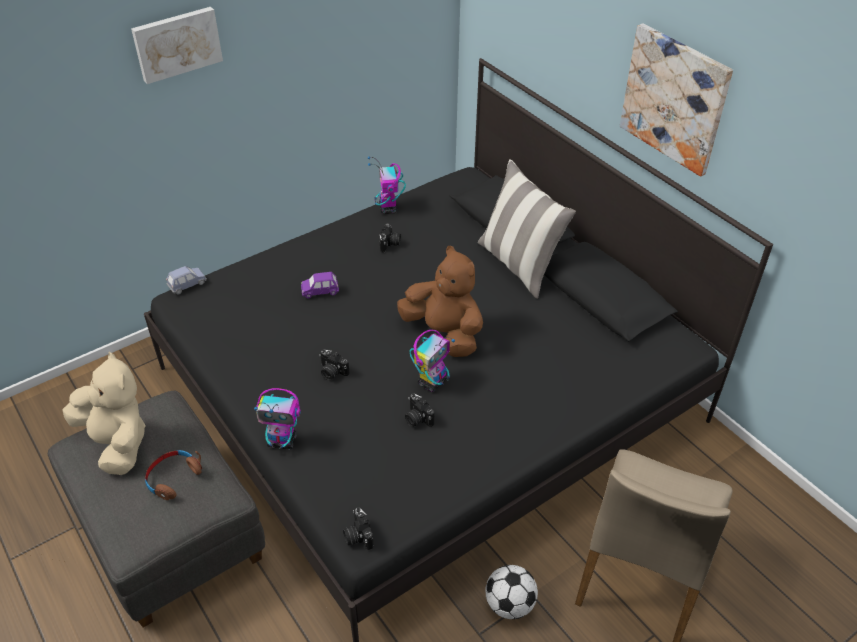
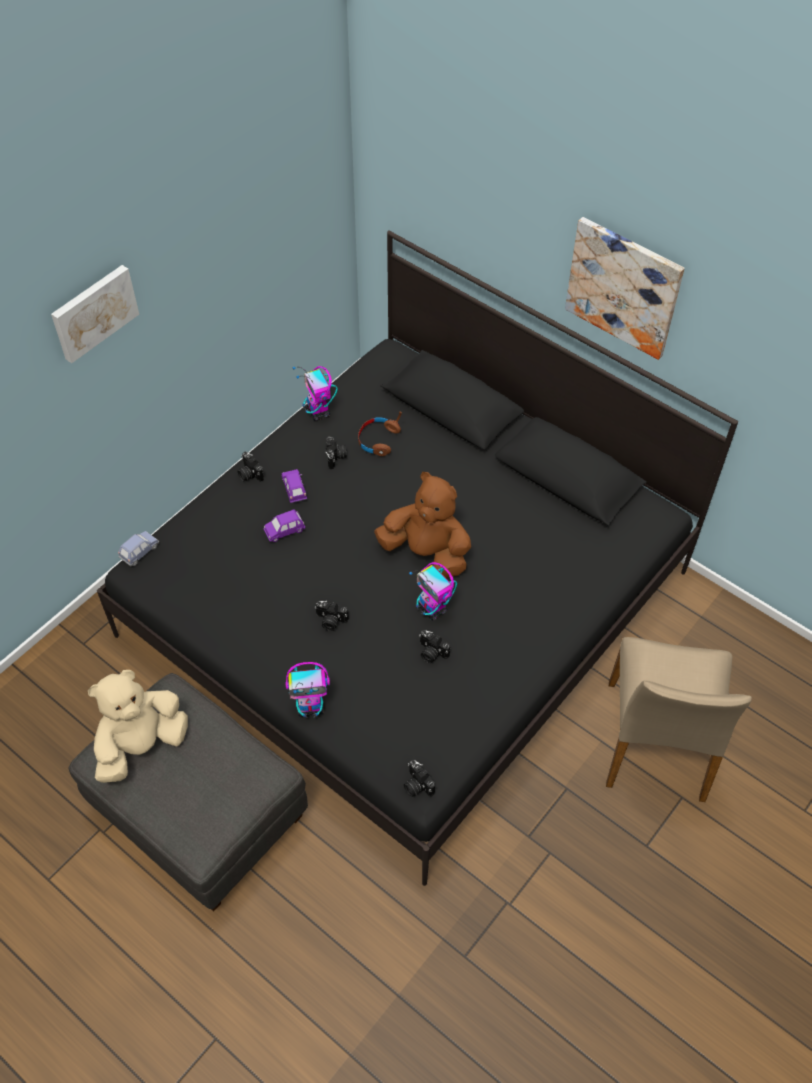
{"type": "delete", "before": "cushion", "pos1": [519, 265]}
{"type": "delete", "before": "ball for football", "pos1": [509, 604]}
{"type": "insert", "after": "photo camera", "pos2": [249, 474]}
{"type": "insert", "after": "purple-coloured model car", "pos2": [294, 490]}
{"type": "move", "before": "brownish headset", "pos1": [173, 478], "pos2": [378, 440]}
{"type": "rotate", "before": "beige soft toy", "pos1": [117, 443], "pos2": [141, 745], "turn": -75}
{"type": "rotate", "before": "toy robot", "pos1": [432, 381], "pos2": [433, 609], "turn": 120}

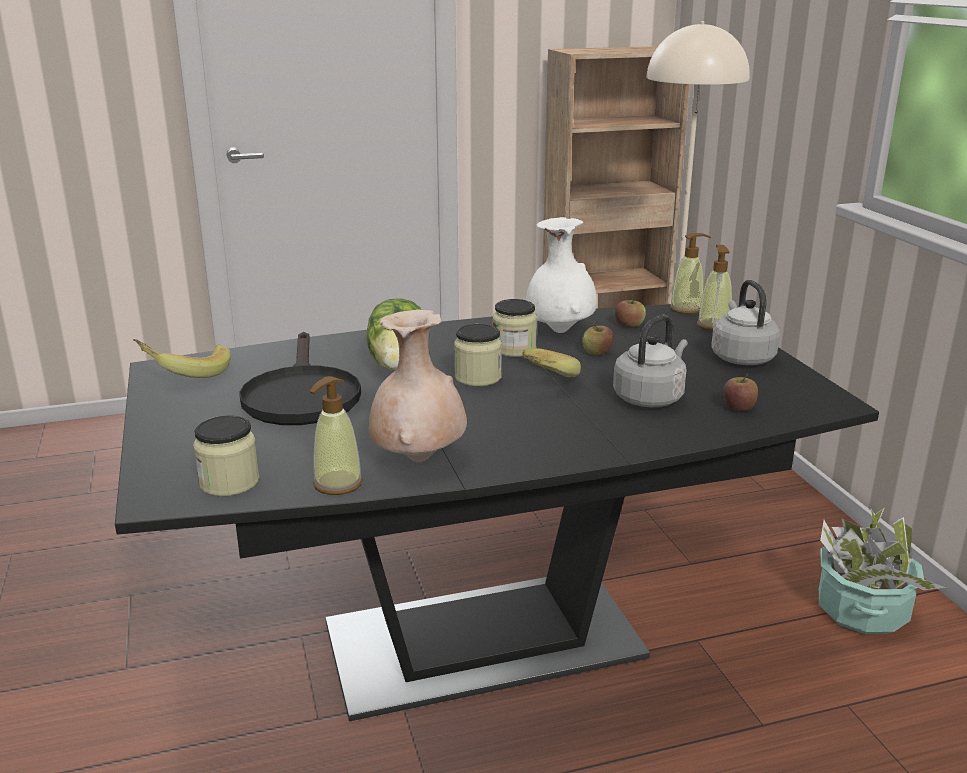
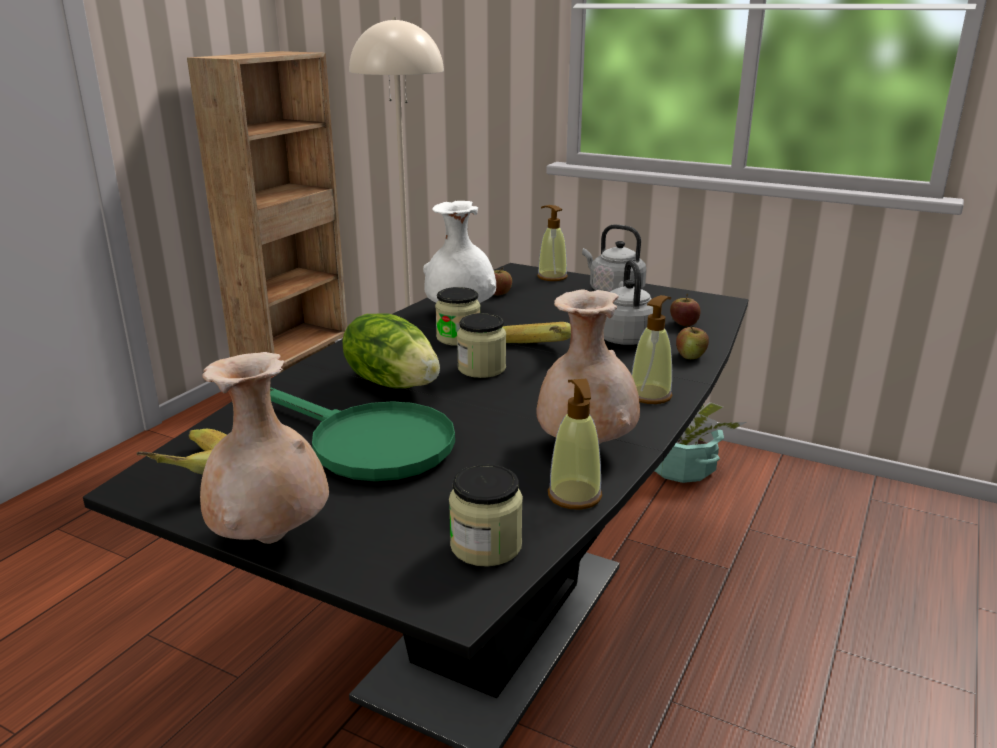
{"type": "insert", "after": "beige decorative vase", "pos2": [271, 538]}
{"type": "move", "before": "apple fruit", "pos1": [597, 353], "pos2": [690, 356]}
{"type": "move", "before": "soap dispenser", "pos1": [686, 309], "pos2": [650, 395]}
{"type": "recolor", "before": "black-coloured skillet", "after": "green skillet", "pos1": [301, 395], "pos2": [367, 443]}

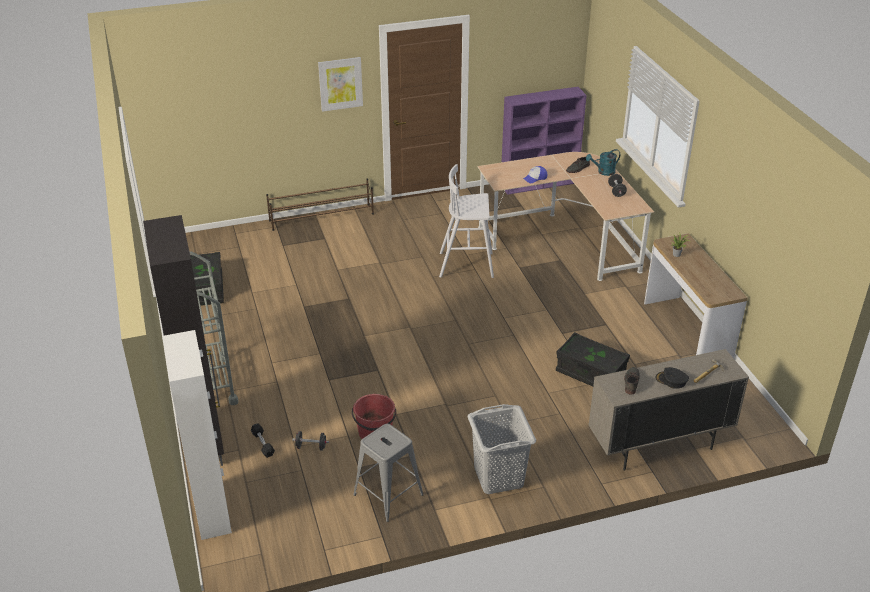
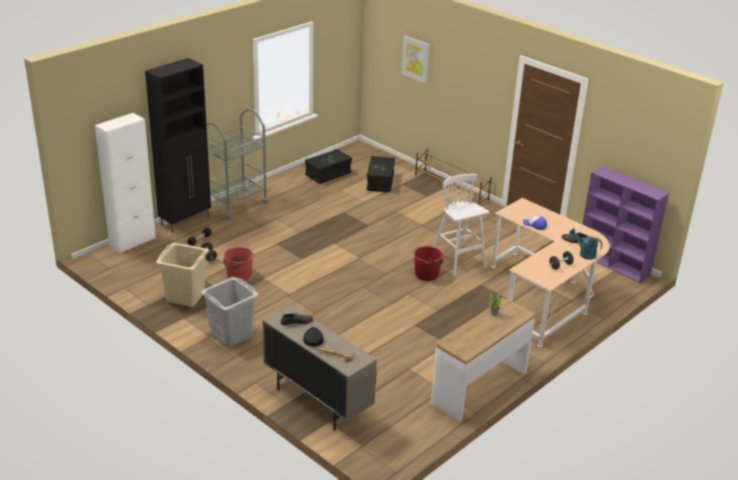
{"type": "insert", "after": "red water bucket", "pos2": [427, 274]}
{"type": "move", "before": "picture", "pos1": [340, 83], "pos2": [415, 59]}
{"type": "move", "before": "black-coloured storage bin", "pos1": [590, 373], "pos2": [380, 182]}
{"type": "replace", "before": "gray stool", "after": "beige laundry basket", "pos1": [388, 494], "pos2": [185, 297]}

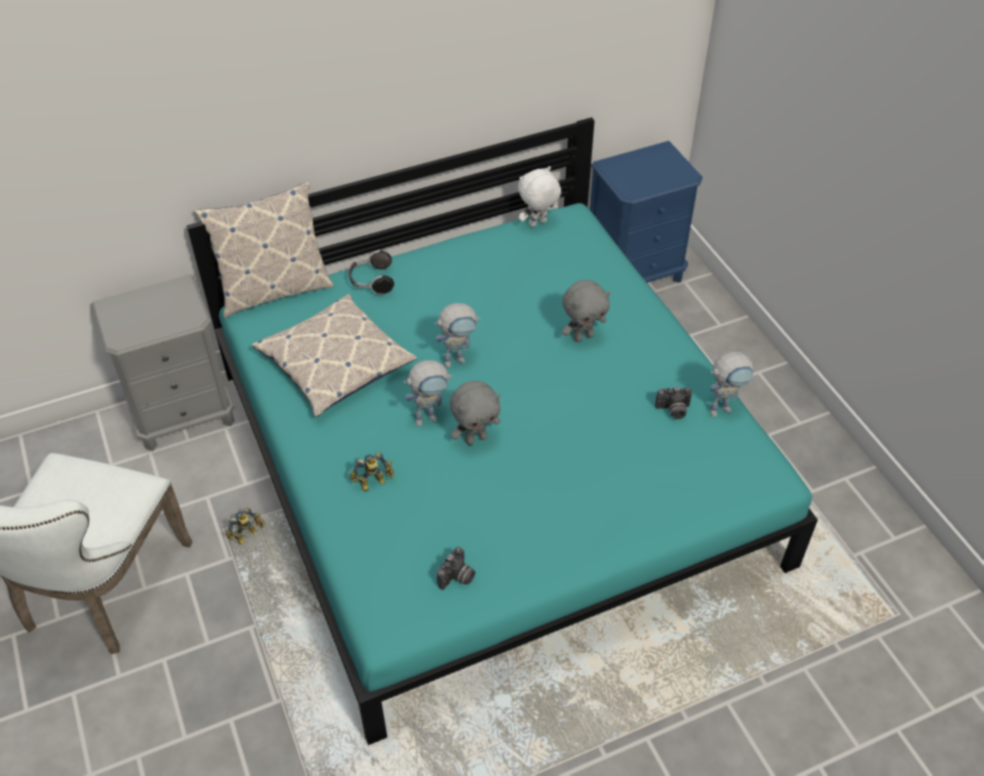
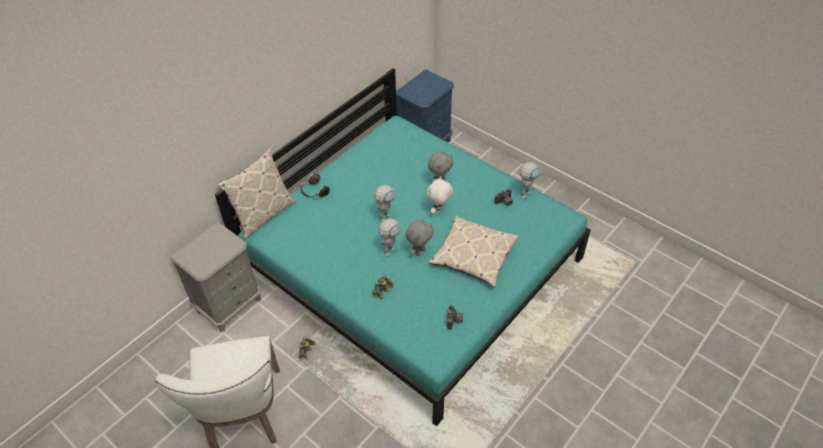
{"type": "move", "before": "cushion", "pos1": [335, 363], "pos2": [473, 255]}
{"type": "move", "before": "whitish soft toy", "pos1": [538, 224], "pos2": [439, 210]}

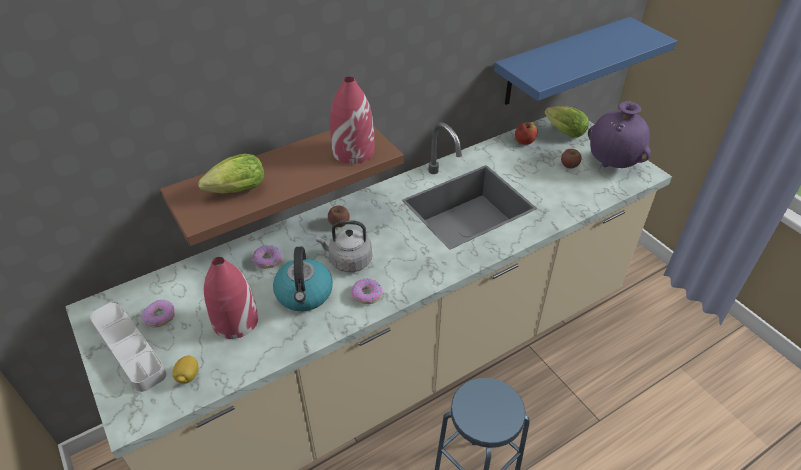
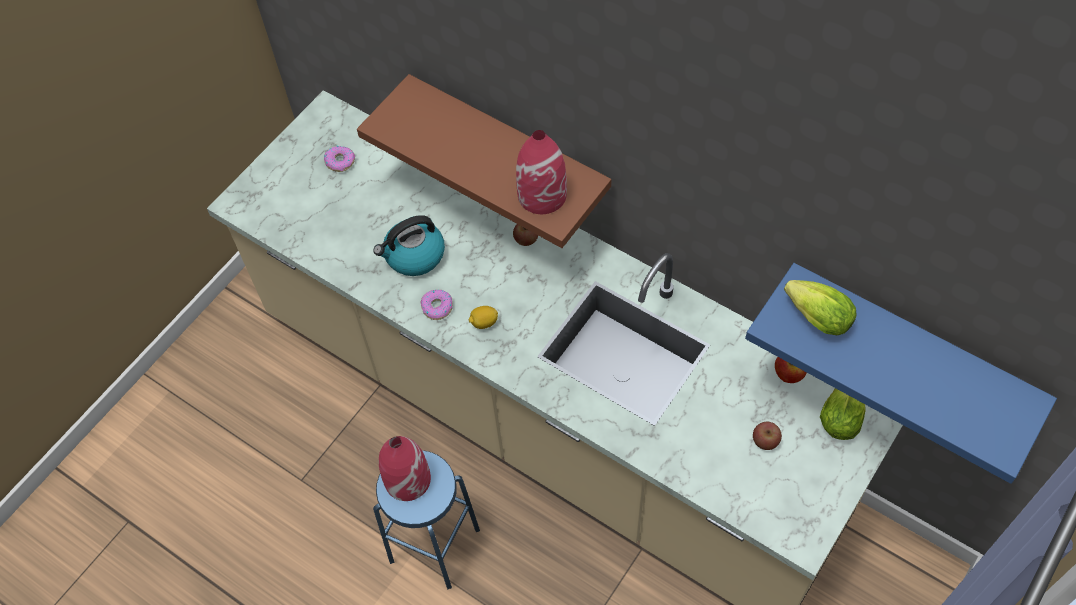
{"type": "delete", "before": "gray tray", "pos1": [129, 349]}
{"type": "delete", "before": "donut", "pos1": [268, 260]}
{"type": "delete", "before": "gray kettle", "pos1": [348, 261]}
{"type": "delete", "before": "purple-coloured decorative vase", "pos1": [612, 164]}
{"type": "move", "before": "whole lemon", "pos1": [188, 376], "pos2": [484, 322]}
{"type": "move", "before": "lettuce", "pos1": [234, 192], "pos2": [814, 316]}
{"type": "move", "before": "red decorative vase", "pos1": [235, 321], "pos2": [407, 479]}

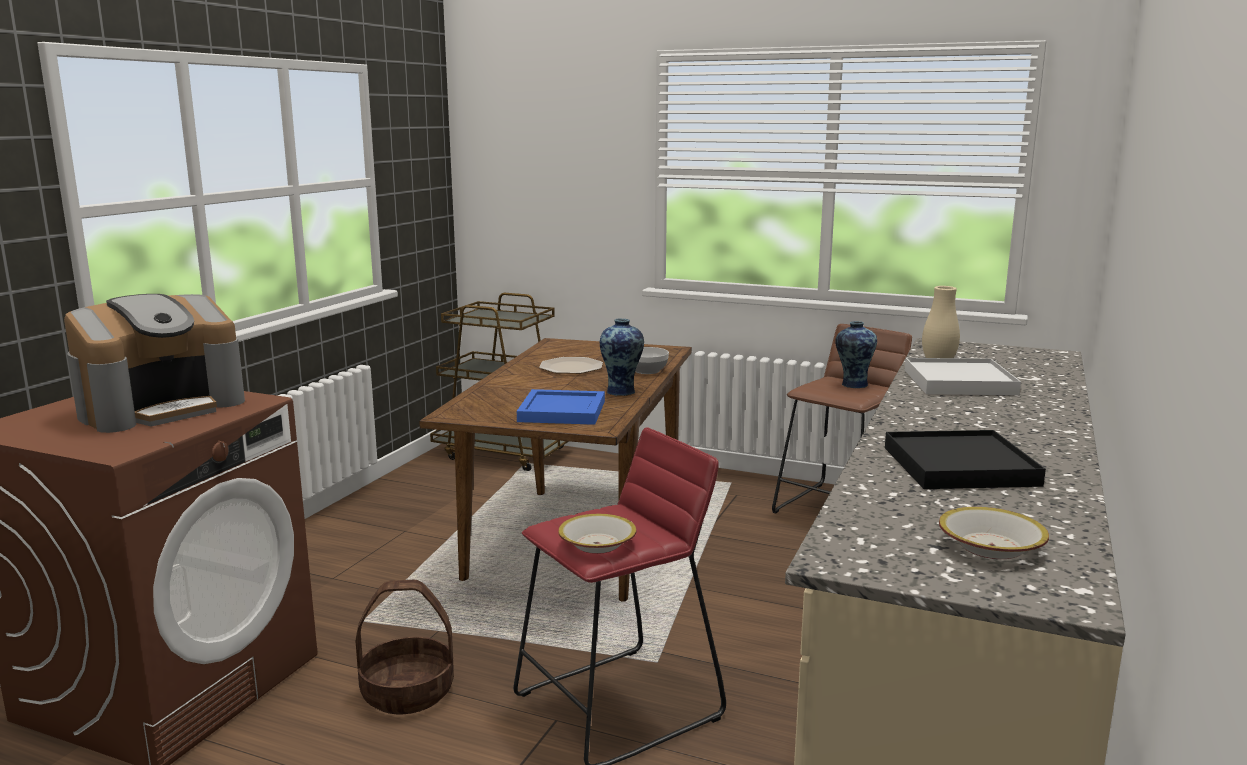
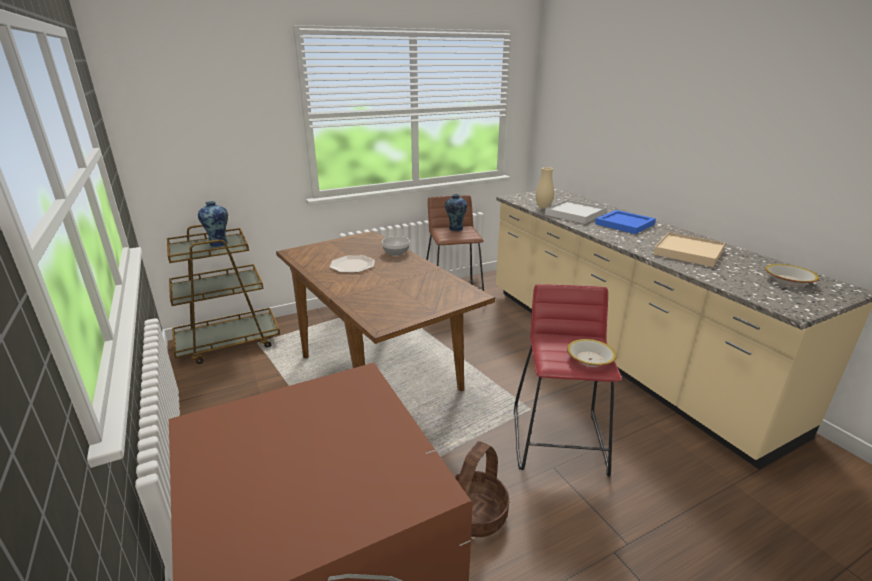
{"type": "delete", "before": "coffee maker", "pos1": [162, 407]}
{"type": "move", "before": "bluish tray", "pos1": [563, 411], "pos2": [625, 224]}
{"type": "move", "before": "decorative vase", "pos1": [622, 391], "pos2": [219, 243]}
{"type": "recolor", "before": "black-coloured tray", "after": "beige tray", "pos1": [959, 466], "pos2": [688, 252]}

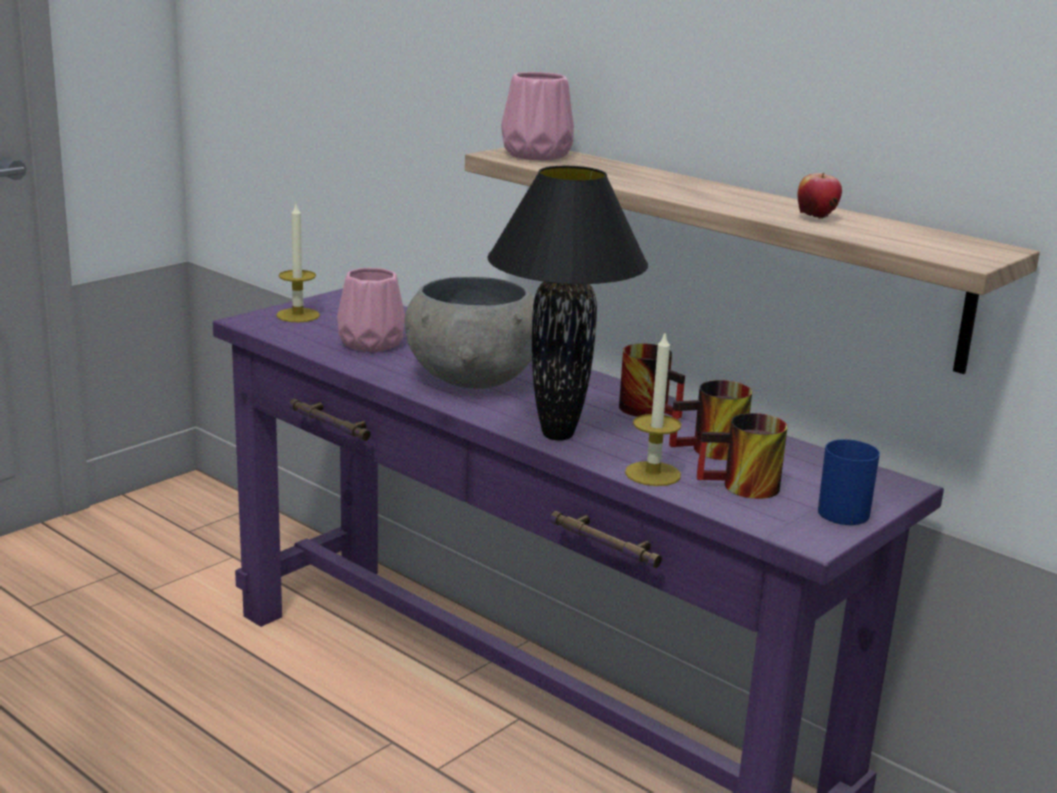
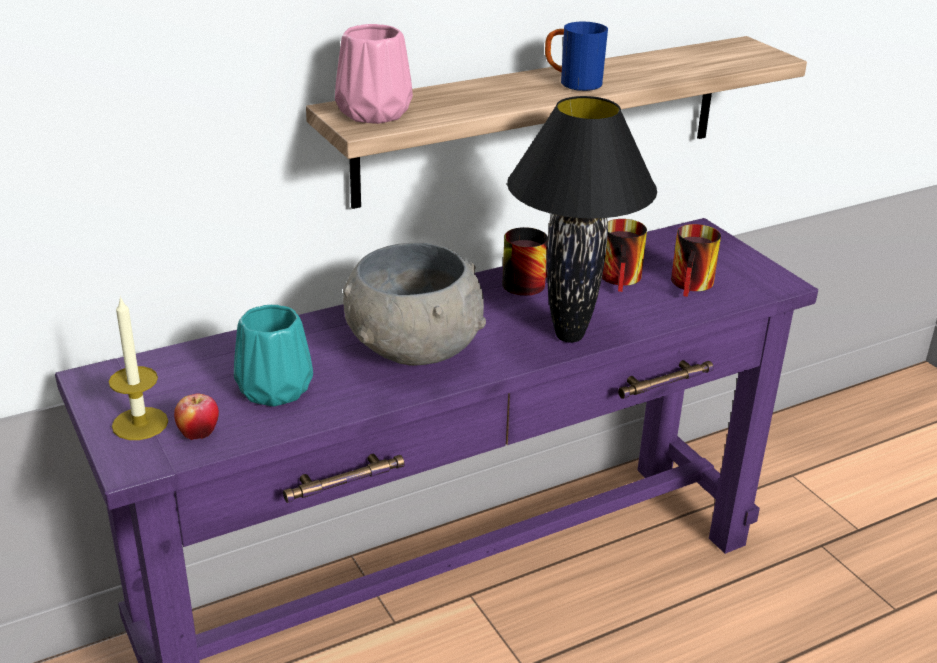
{"type": "delete", "before": "candle", "pos1": [652, 474]}
{"type": "move", "before": "apple fruit", "pos1": [816, 218], "pos2": [199, 434]}
{"type": "move", "before": "bluish tea mug", "pos1": [840, 510], "pos2": [572, 83]}
{"type": "recolor", "before": "pink decorative vase", "after": "blue-green decorative vase", "pos1": [372, 343], "pos2": [274, 388]}

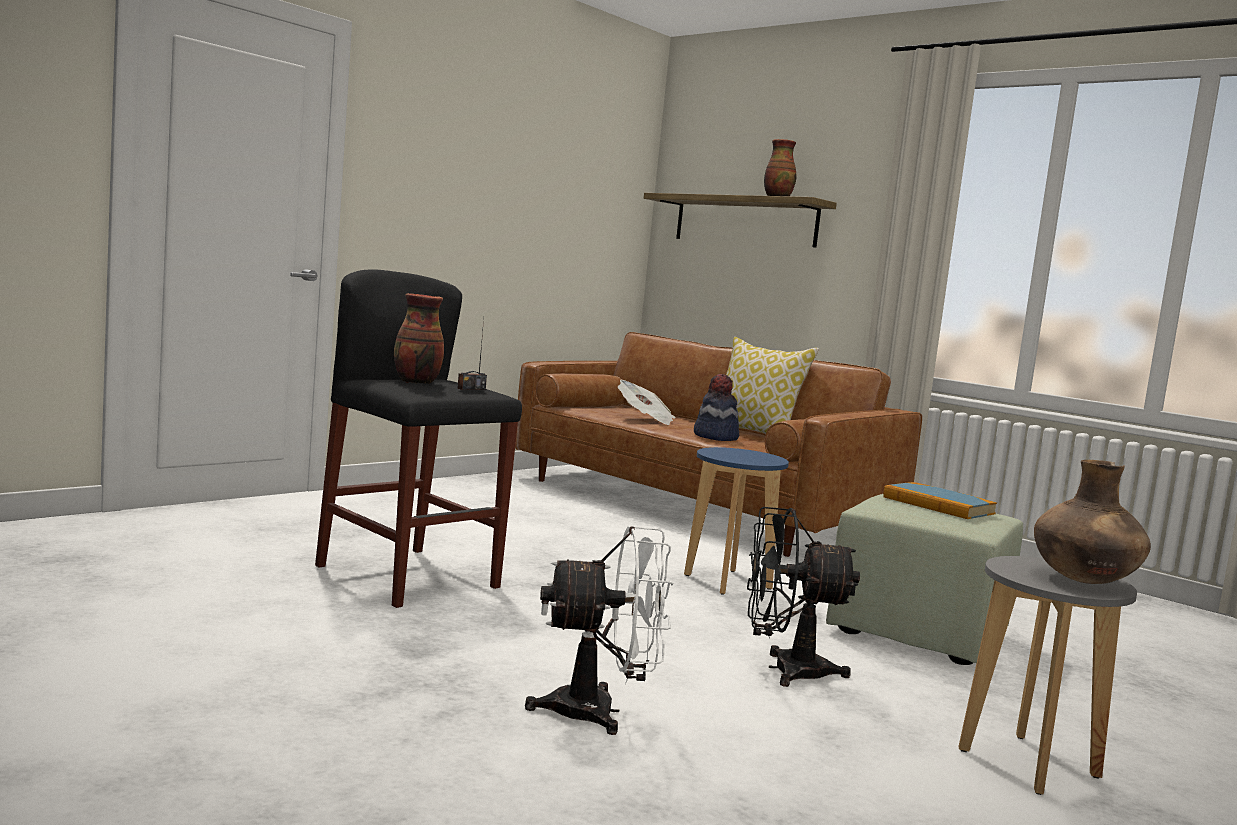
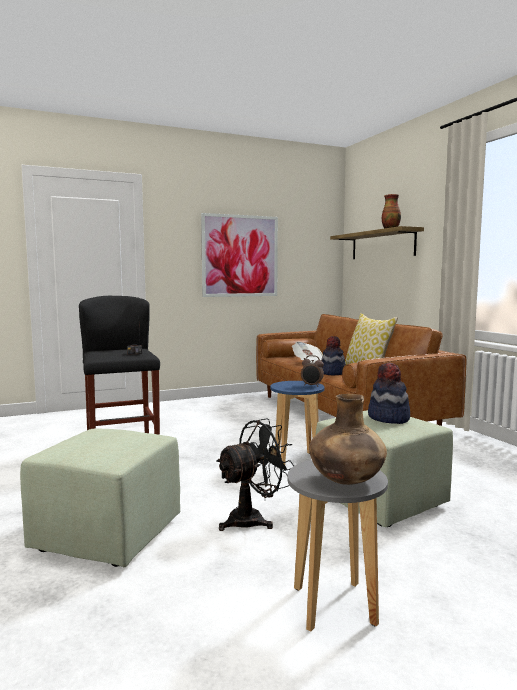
{"type": "delete", "before": "decorative vase", "pos1": [416, 382]}
{"type": "insert", "after": "picture", "pos2": [240, 256]}
{"type": "insert", "after": "table clock", "pos2": [312, 386]}
{"type": "replace", "before": "whitish fan", "after": "green pouffe", "pos1": [600, 711], "pos2": [108, 534]}
{"type": "replace", "before": "volume", "after": "wearable hat", "pos1": [938, 505], "pos2": [388, 418]}
{"type": "rotate", "before": "black-coloured fan", "pos1": [785, 670], "pos2": [253, 519], "turn": 120}

